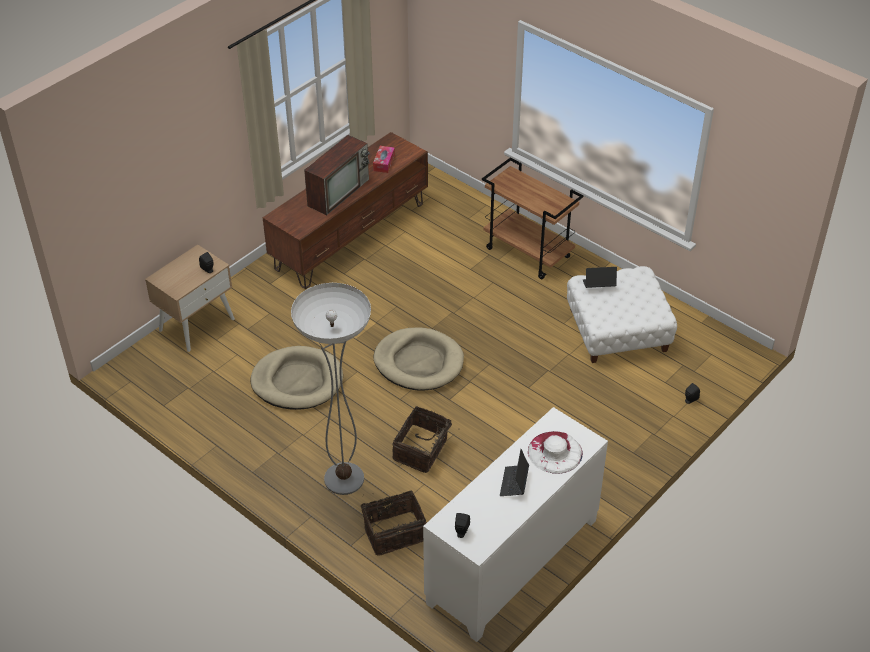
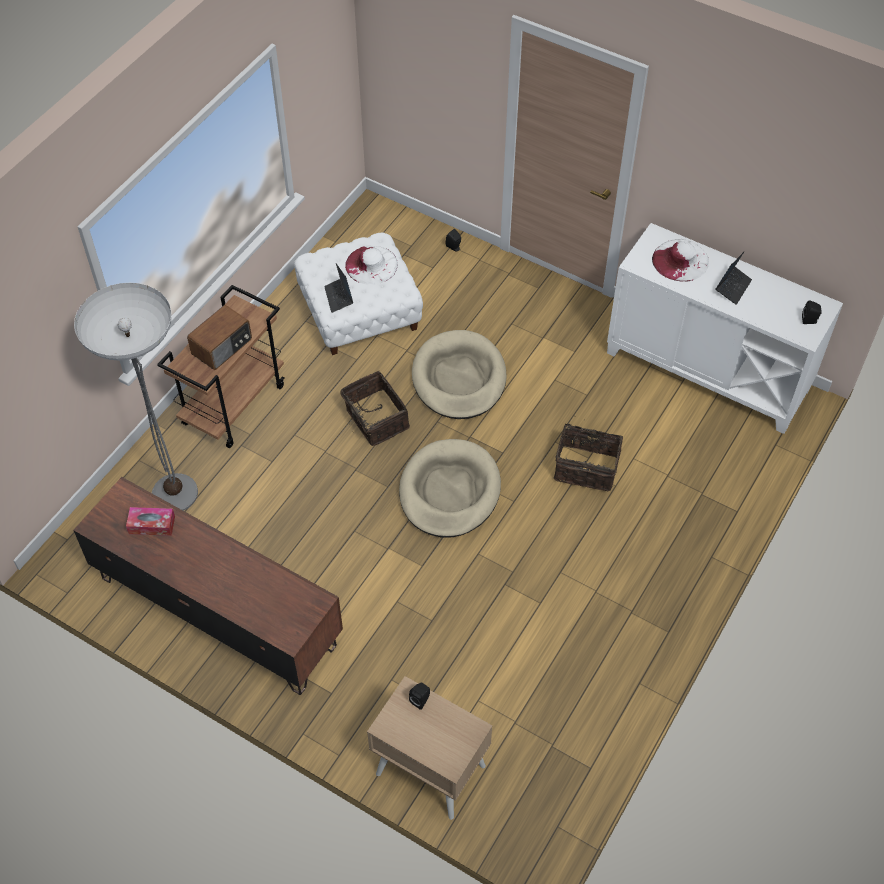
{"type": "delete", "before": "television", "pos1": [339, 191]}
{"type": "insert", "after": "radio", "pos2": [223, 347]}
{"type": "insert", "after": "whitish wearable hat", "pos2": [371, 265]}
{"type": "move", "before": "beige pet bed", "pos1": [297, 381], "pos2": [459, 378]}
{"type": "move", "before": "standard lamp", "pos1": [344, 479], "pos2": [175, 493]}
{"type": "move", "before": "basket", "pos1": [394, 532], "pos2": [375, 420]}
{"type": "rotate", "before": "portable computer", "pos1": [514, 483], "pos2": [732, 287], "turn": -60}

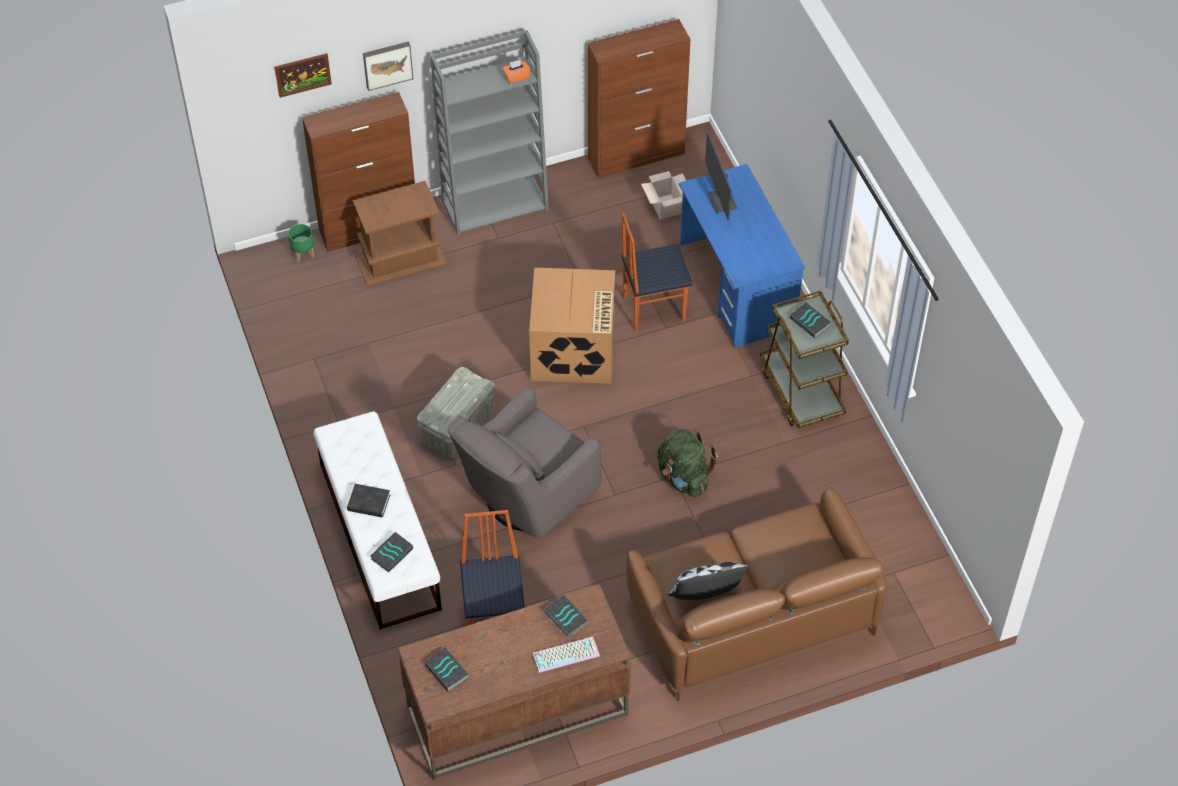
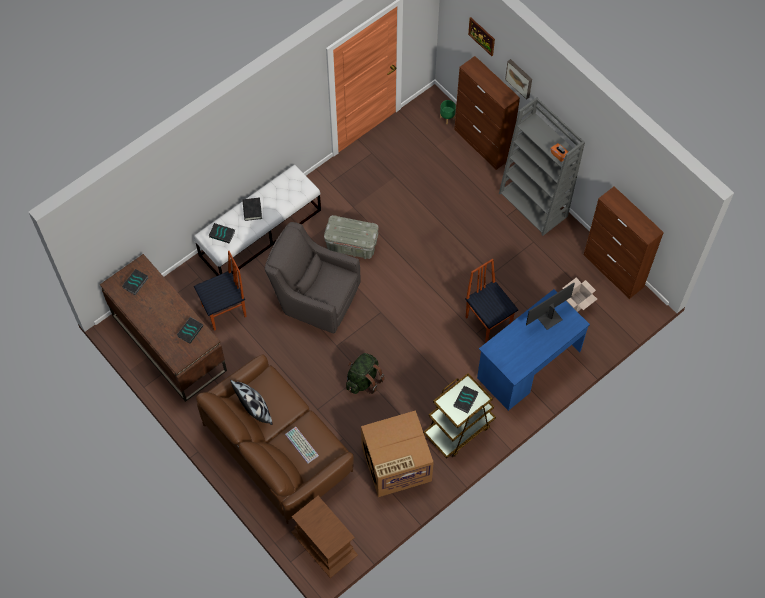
{"type": "move", "before": "brownish accent table", "pos1": [399, 258], "pos2": [324, 543]}
{"type": "move", "before": "packing box", "pos1": [574, 351], "pos2": [395, 465]}
{"type": "move", "before": "computer keyboard", "pos1": [566, 653], "pos2": [302, 445]}

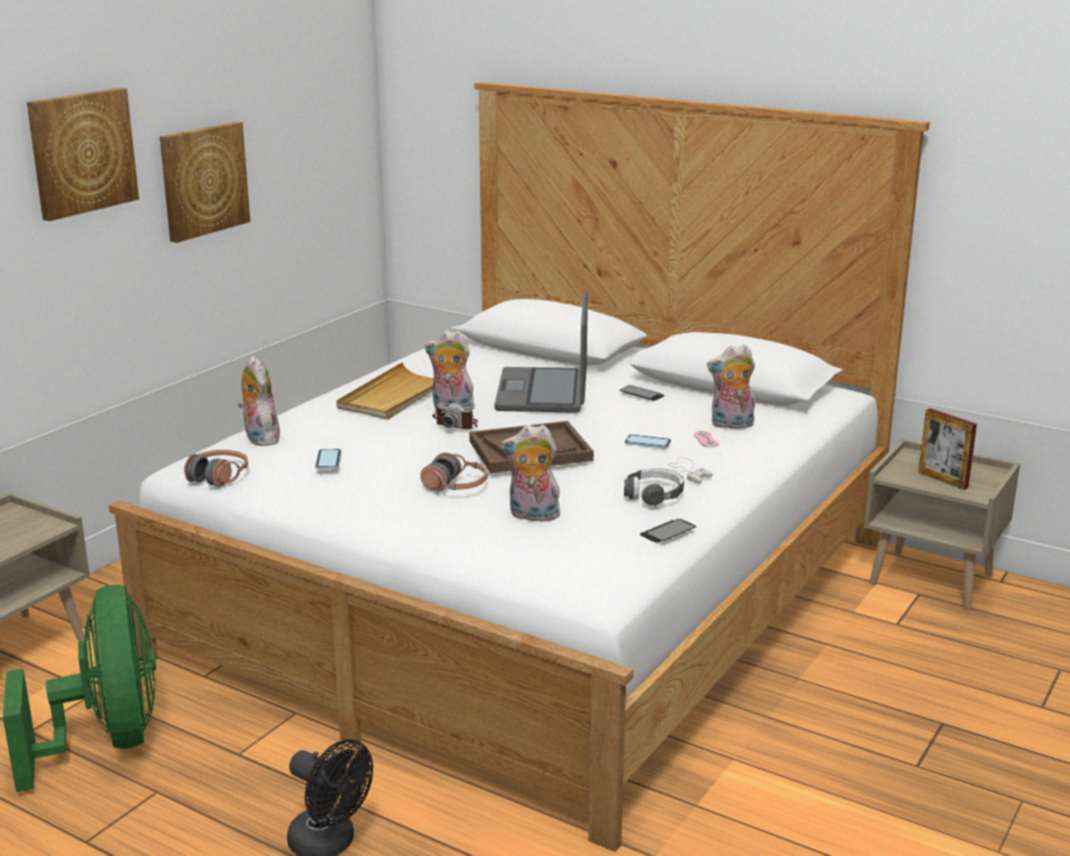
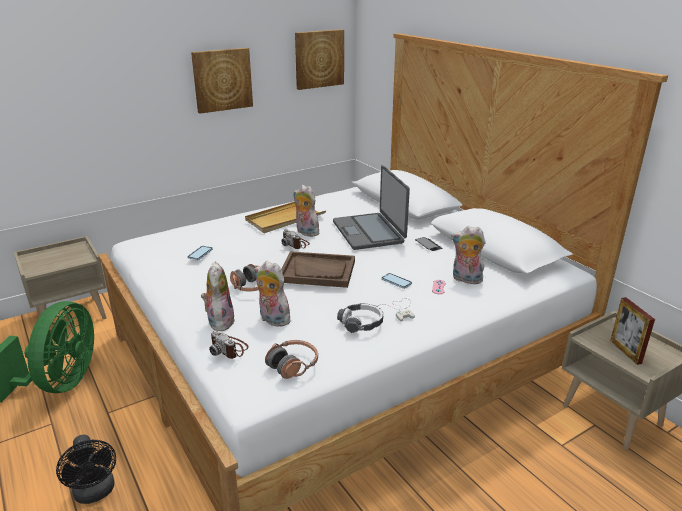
{"type": "delete", "before": "telephone", "pos1": [667, 532]}
{"type": "insert", "after": "photo camera", "pos2": [229, 349]}
{"type": "move", "before": "picture", "pos1": [81, 152], "pos2": [319, 59]}
{"type": "move", "before": "headset", "pos1": [217, 476], "pos2": [293, 365]}
{"type": "move", "before": "soft toy", "pos1": [259, 438], "pos2": [219, 321]}
{"type": "rotate", "before": "portable computer", "pos1": [543, 392], "pos2": [369, 232], "turn": -45}

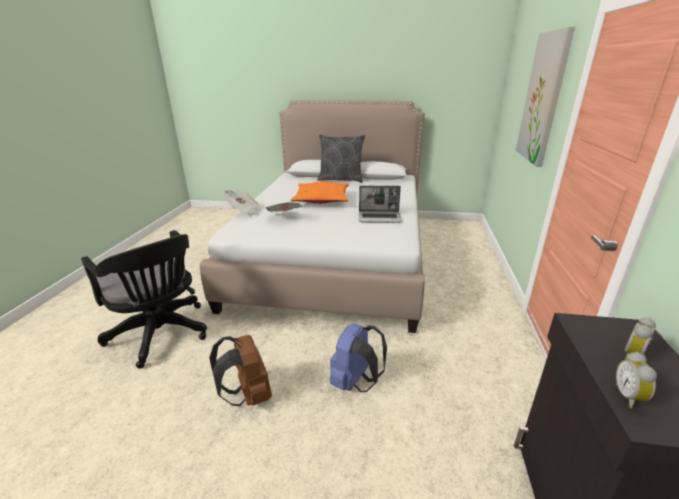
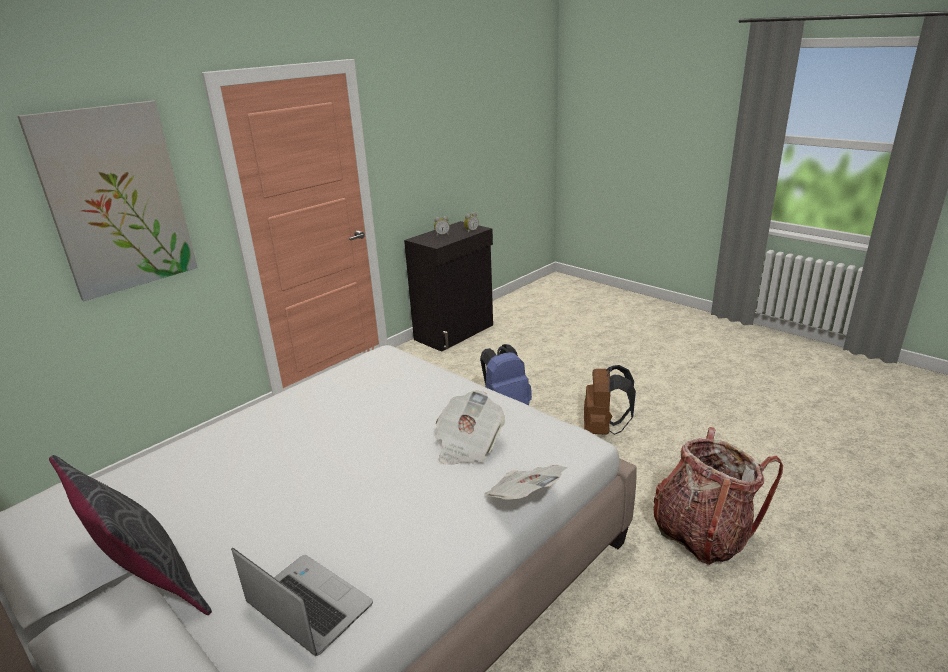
{"type": "delete", "before": "orange cushion", "pos1": [321, 199]}
{"type": "move", "before": "portable computer", "pos1": [380, 218], "pos2": [307, 605]}
{"type": "replace", "before": "black-coloured desk chair", "after": "rucksack", "pos1": [162, 335], "pos2": [702, 533]}

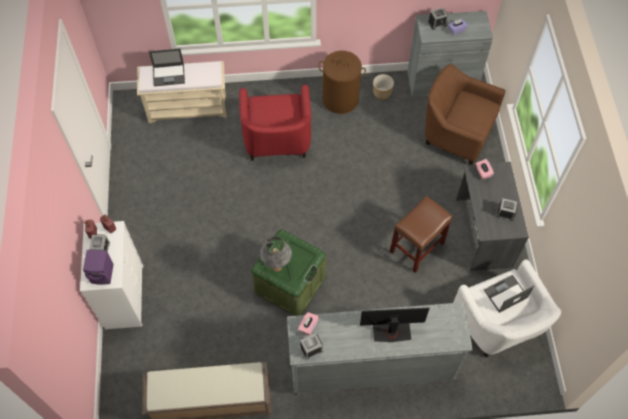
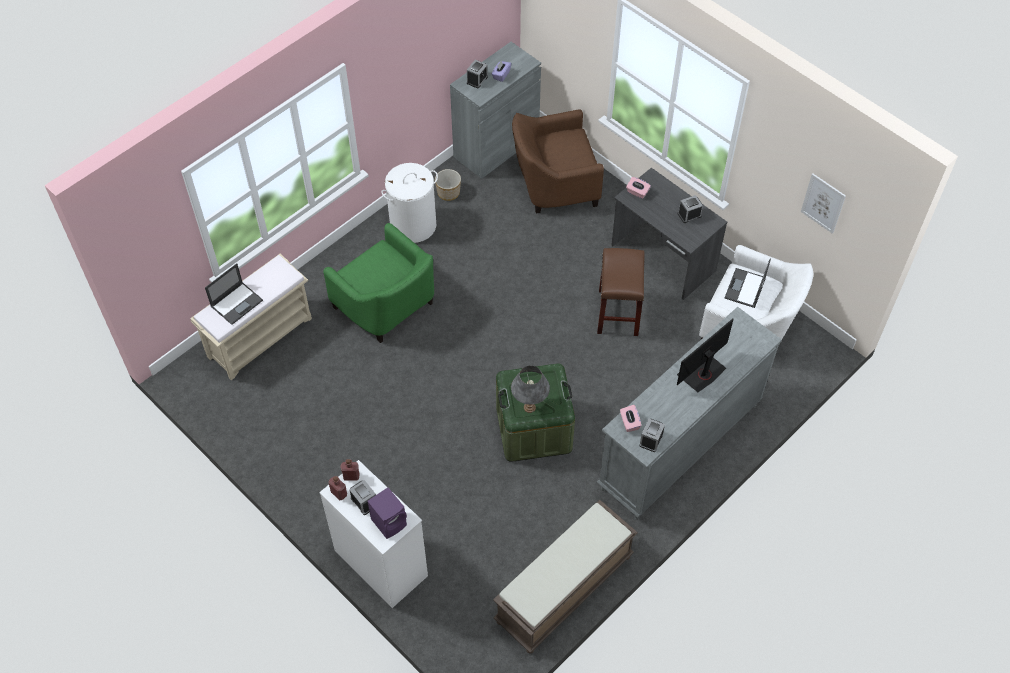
{"type": "insert", "after": "picture", "pos2": [823, 203]}
{"type": "recolor", "before": "red easy chair", "after": "green easy chair", "pos1": [277, 139], "pos2": [387, 305]}
{"type": "recolor", "before": "brownish laundry basket", "after": "whitish laundry basket", "pos1": [340, 99], "pos2": [413, 225]}

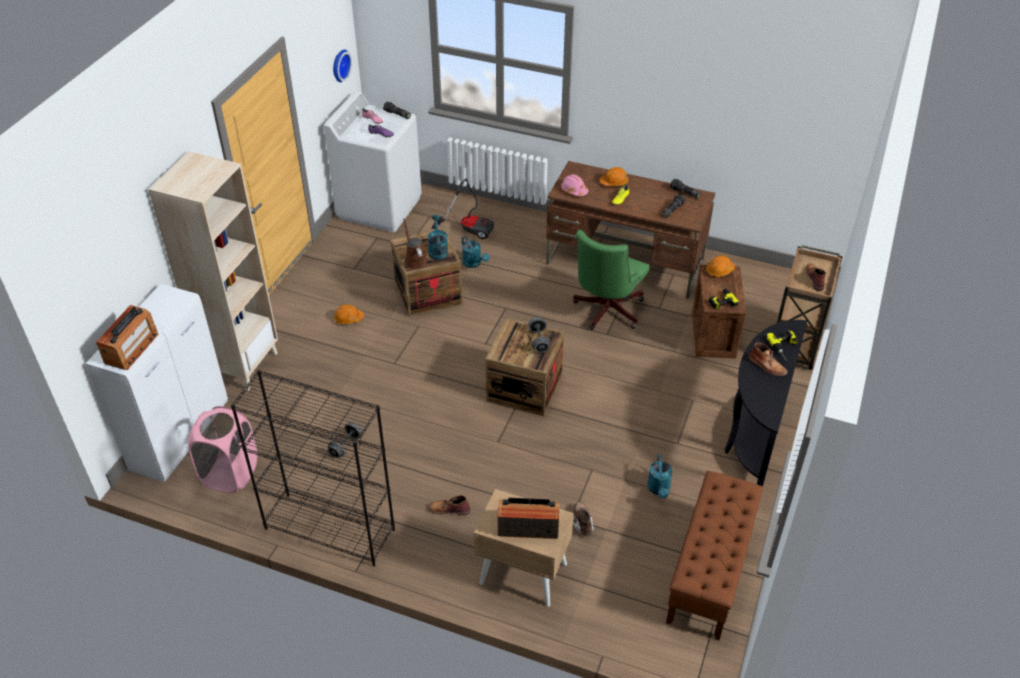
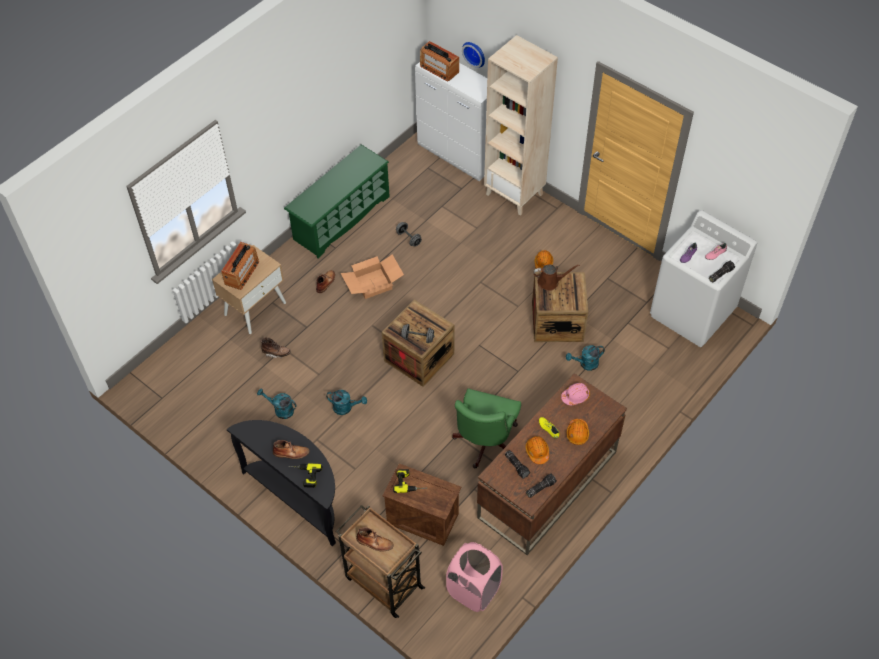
{"type": "delete", "before": "vacuum", "pos1": [469, 228]}
{"type": "delete", "before": "brownish indoor bench", "pos1": [709, 572]}
{"type": "insert", "after": "packing box", "pos2": [373, 283]}
{"type": "move", "before": "pink laundry basket", "pos1": [230, 473], "pos2": [474, 590]}
{"type": "move", "before": "wall clock", "pos1": [339, 65], "pos2": [475, 53]}
{"type": "move", "before": "blue-green watering can", "pos1": [437, 250], "pos2": [346, 408]}
{"type": "move", "before": "orange work helmet", "pos1": [719, 271], "pos2": [537, 452]}
{"type": "replace", "before": "black-coloured bookcase", "after": "green shoe shelf", "pos1": [328, 529], "pos2": [341, 218]}
{"type": "rotate", "before": "green desk chair", "pos1": [606, 312], "pos2": [484, 444], "turn": -120}
{"type": "rotate", "before": "brownish tall boot", "pos1": [767, 366], "pos2": [291, 453], "turn": -150}

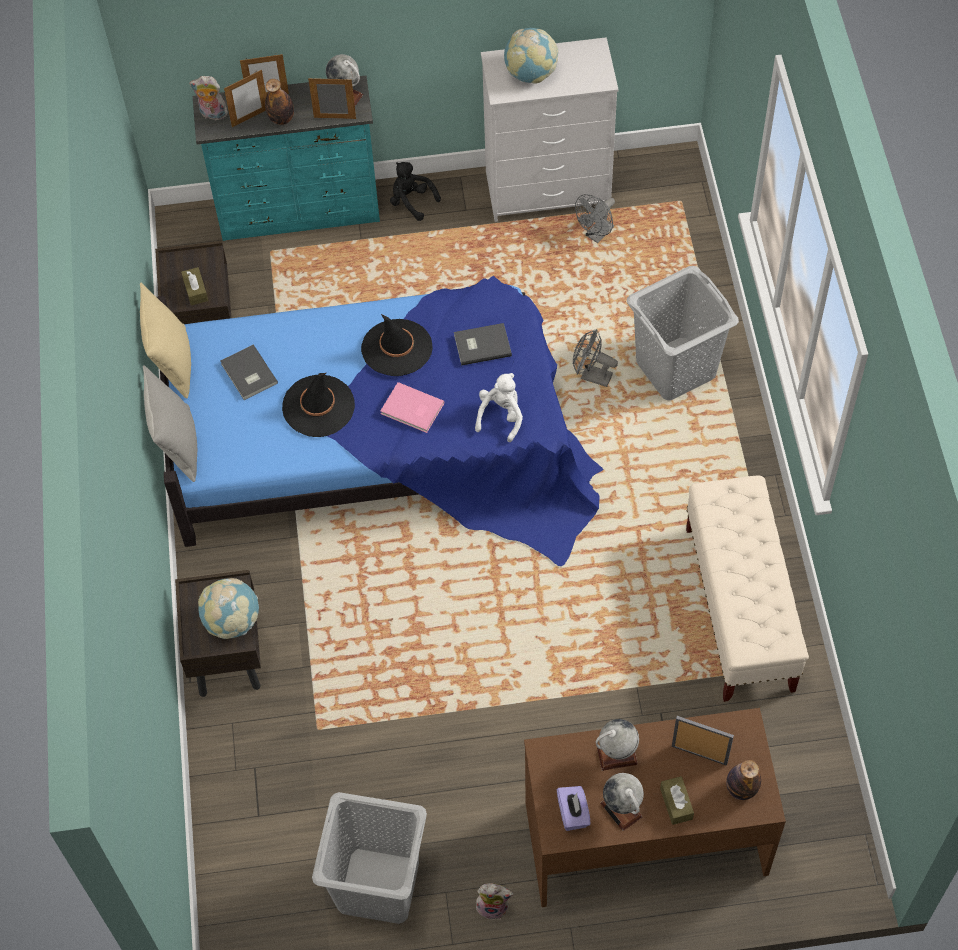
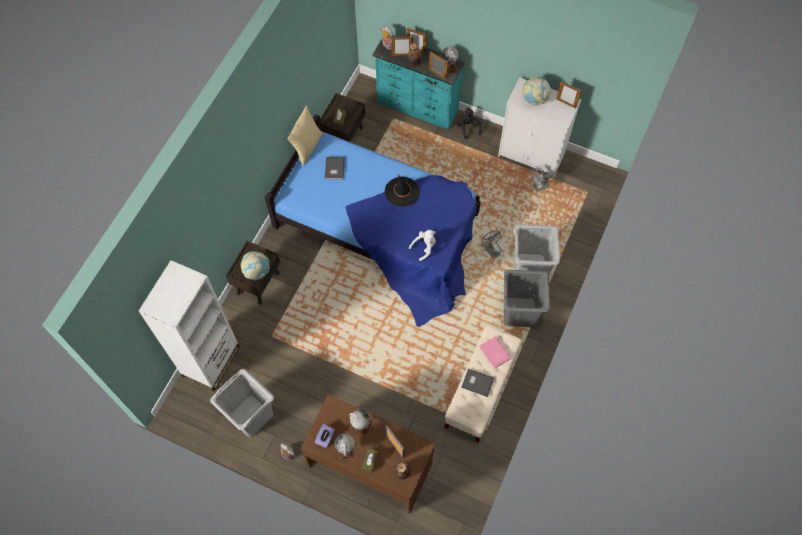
{"type": "delete", "before": "gray cushion", "pos1": [177, 446]}
{"type": "delete", "before": "black-coloured wearable hat", "pos1": [318, 406]}
{"type": "insert", "after": "whitish bookcase", "pos2": [211, 361]}
{"type": "insert", "after": "gray laundry basket", "pos2": [519, 311]}
{"type": "insert", "after": "picture frame", "pos2": [566, 103]}
{"type": "move", "before": "pink volume", "pos1": [412, 410], "pos2": [494, 353]}
{"type": "move", "before": "gray volume", "pos1": [481, 344], "pos2": [477, 382]}

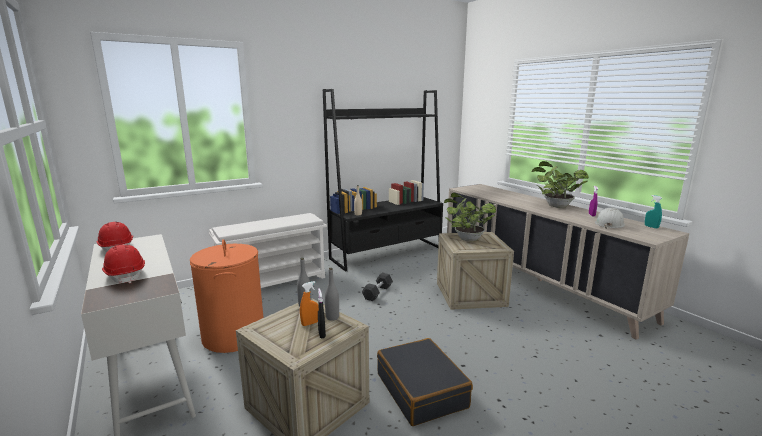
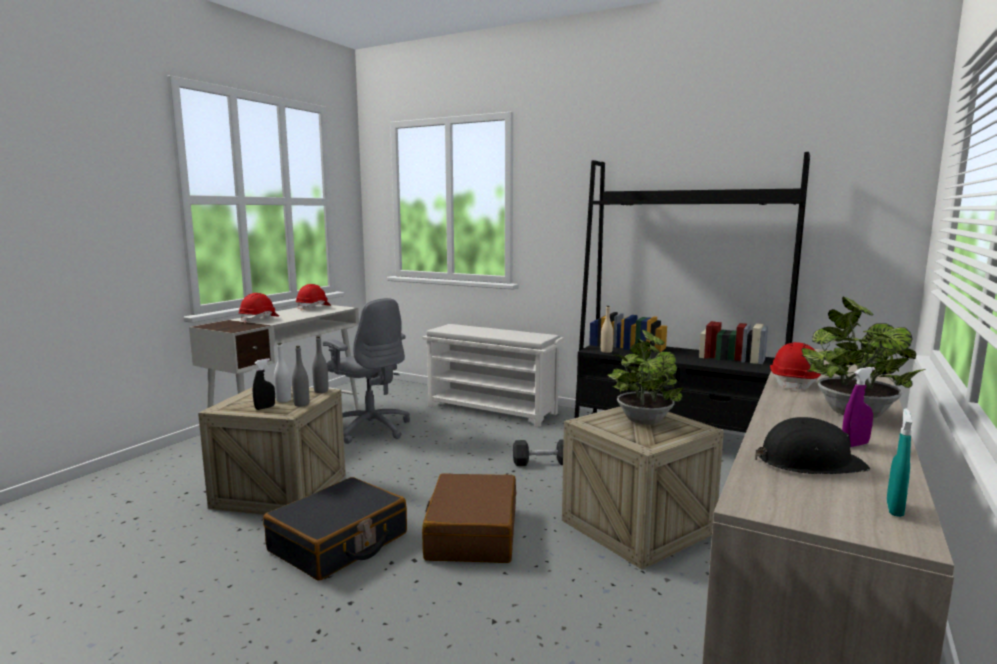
{"type": "insert", "after": "brownish travel case", "pos2": [471, 533]}
{"type": "insert", "after": "red work helmet", "pos2": [795, 383]}
{"type": "replace", "before": "orange laundry basket", "after": "gray desk chair", "pos1": [234, 335], "pos2": [370, 429]}
{"type": "replace", "before": "orange sprayer", "after": "whitish bottle", "pos1": [310, 323], "pos2": [283, 400]}
{"type": "recolor", "before": "whitish work helmet", "after": "black-coloured work helmet", "pos1": [609, 224], "pos2": [809, 462]}

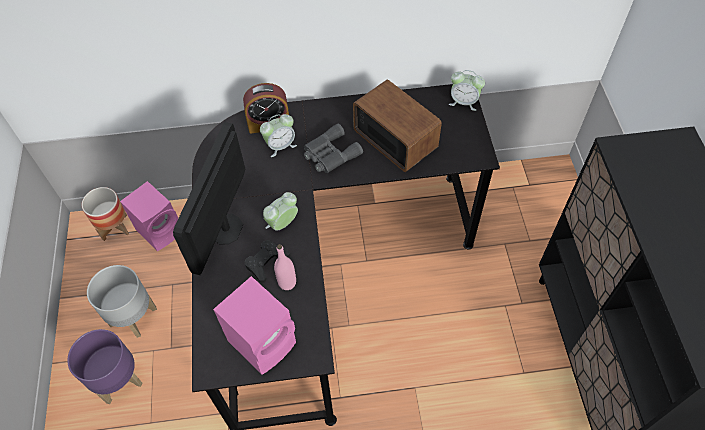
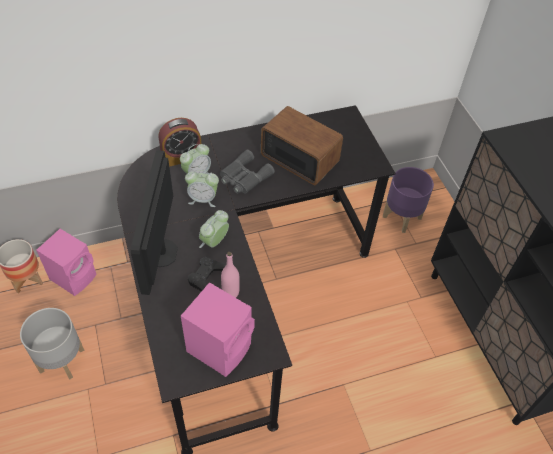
{"type": "move", "before": "purple-coloured planter", "pos1": [118, 380], "pos2": [401, 217]}
{"type": "move", "before": "table clock", "pos1": [464, 102], "pos2": [203, 199]}

